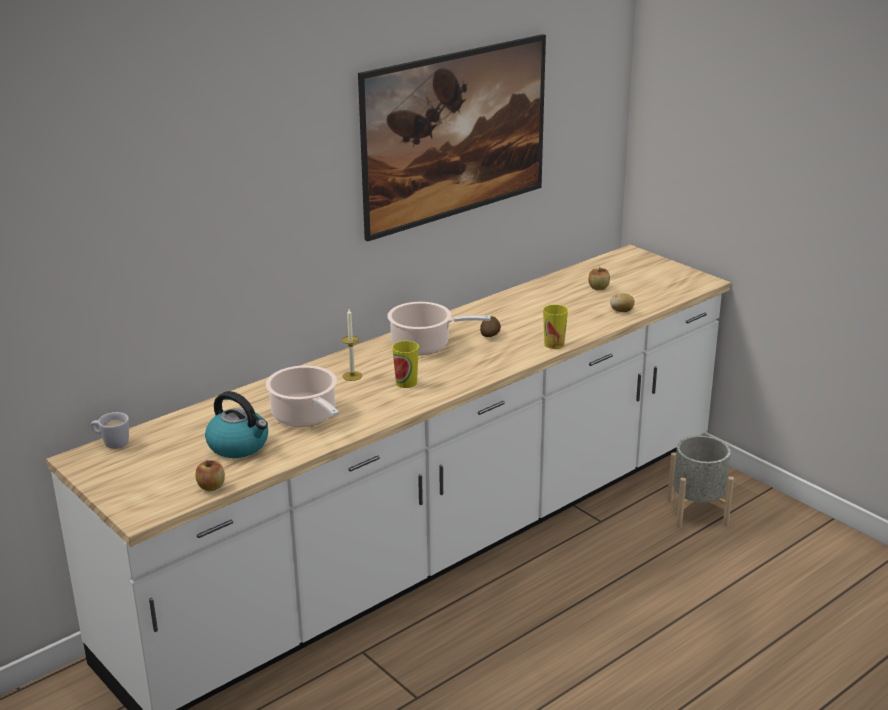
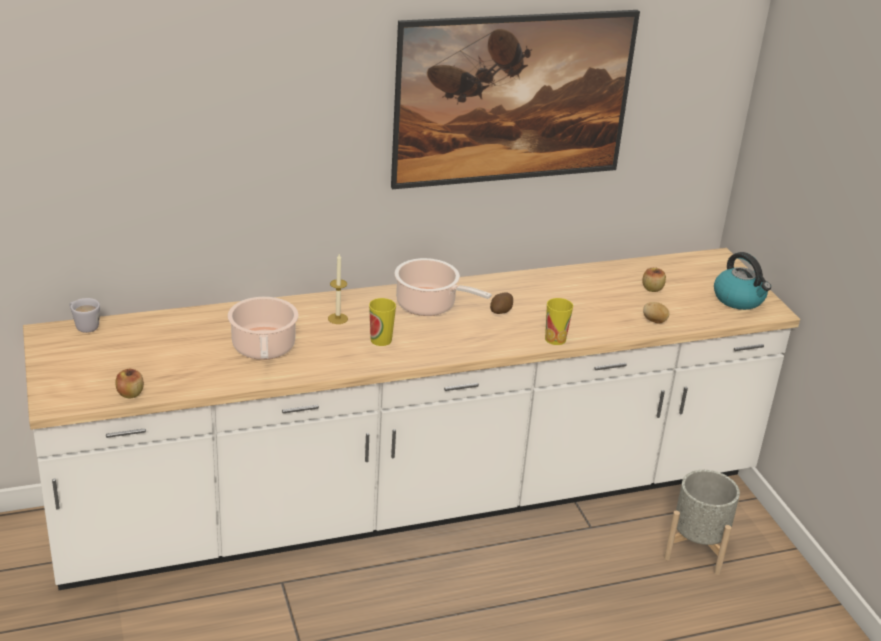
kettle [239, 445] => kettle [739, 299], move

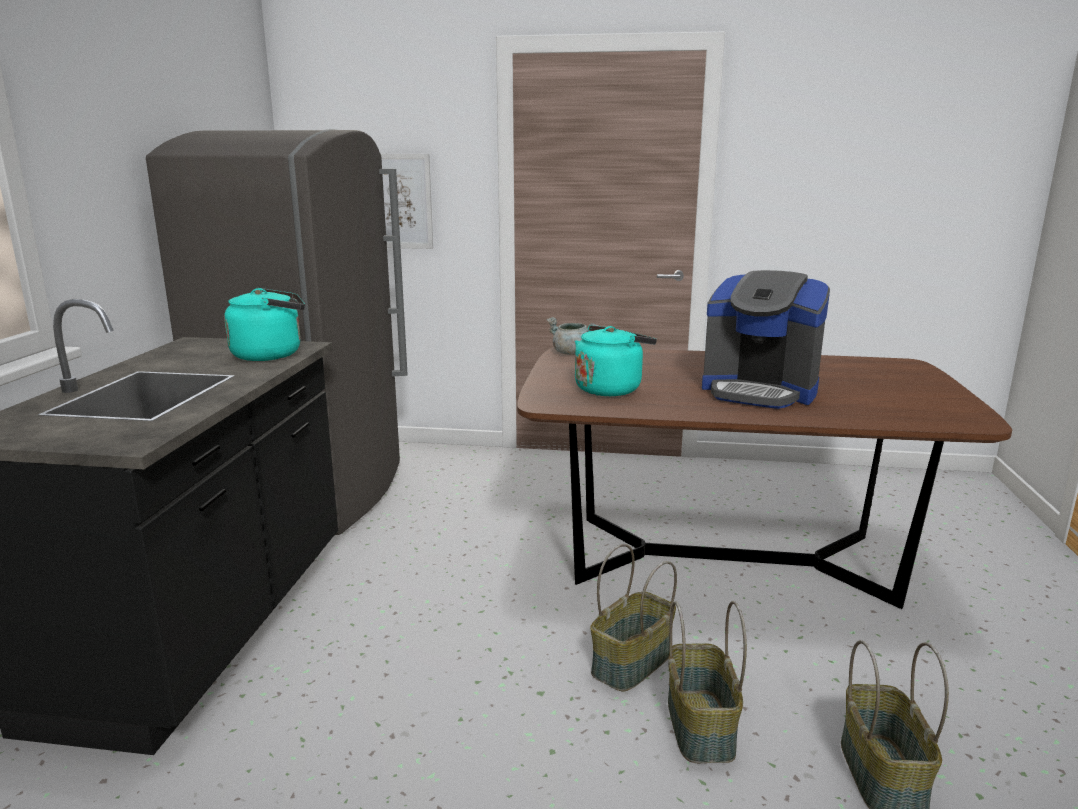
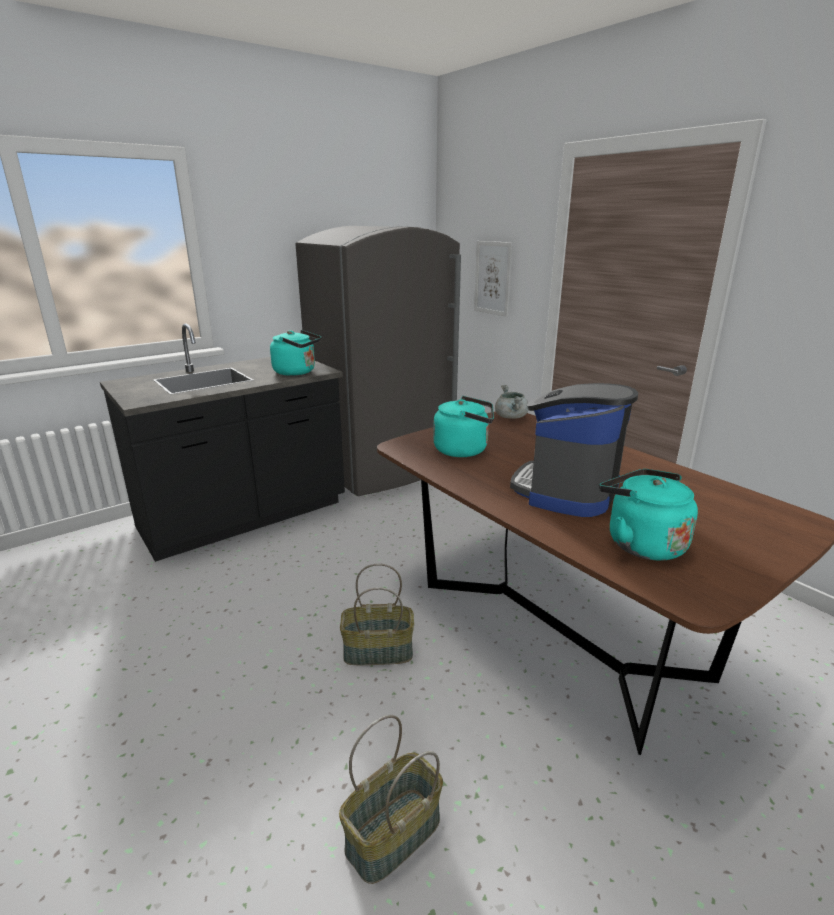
basket [702, 727] => nothing
nothing => kettle (turquoise) [640, 543]
coffee machine [760, 391] => coffee machine [566, 490], 45 degrees clockwise

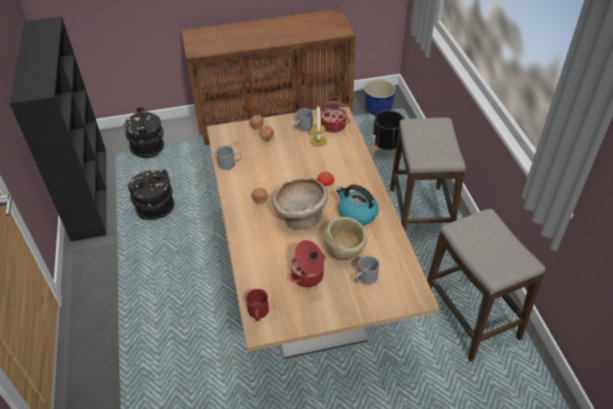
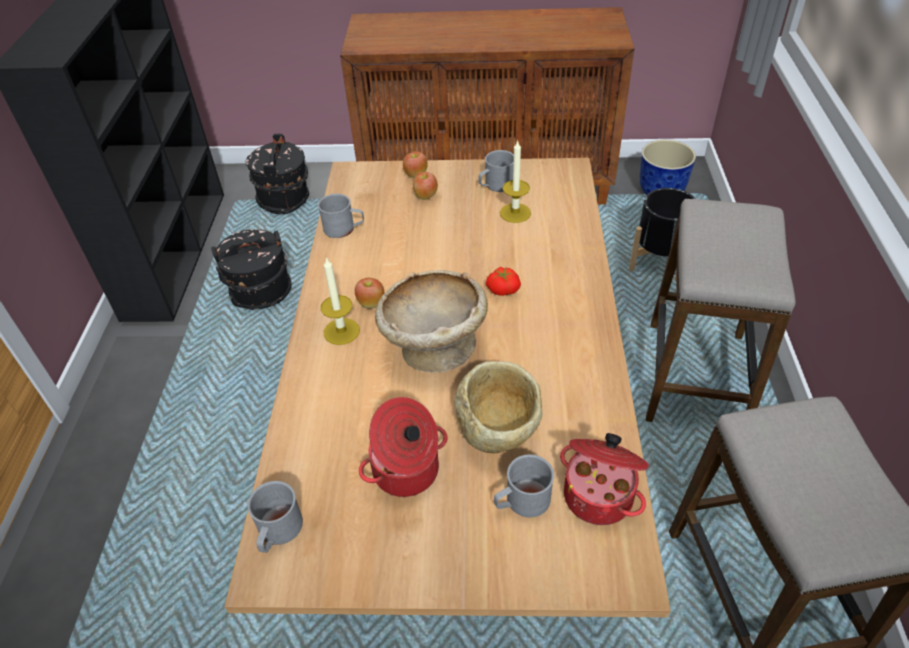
kettle [357, 214] => nothing
nothing => candle [341, 331]
cooking pot [334, 125] => cooking pot [599, 495], move
mug (red) [258, 313] => mug (grey) [278, 532]

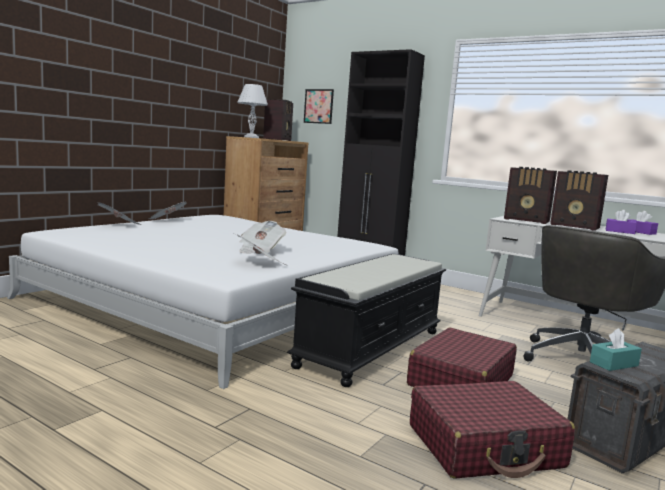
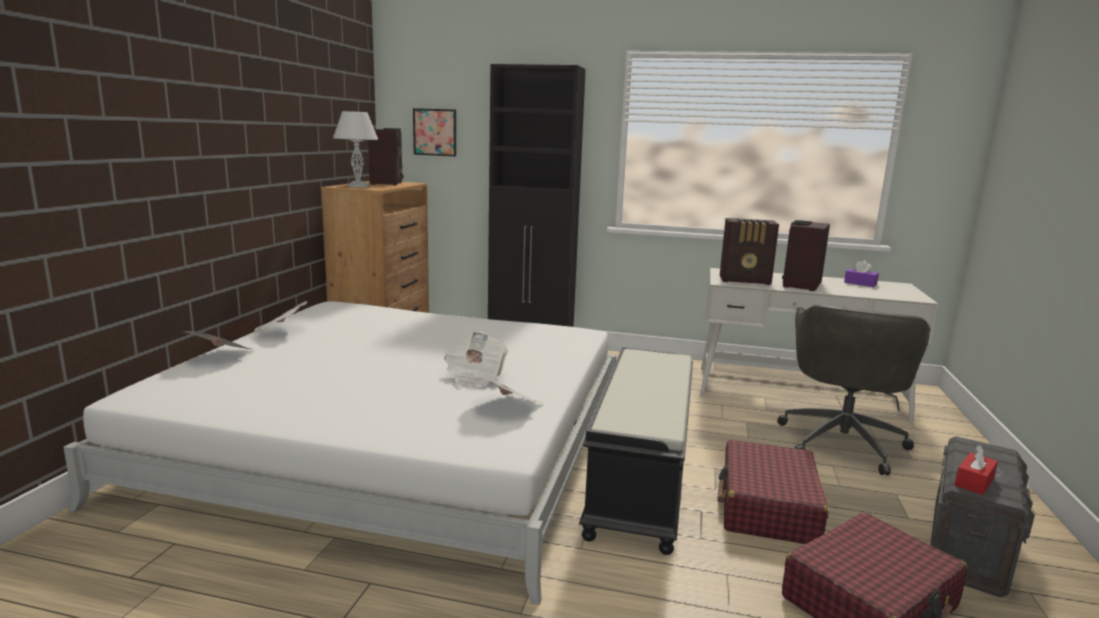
tissue box (purple) [620, 231] => nothing
tissue box (turquoise) [614, 364] => tissue box (red) [974, 482]
radio [575, 226] => radio [800, 285], 105 degrees clockwise

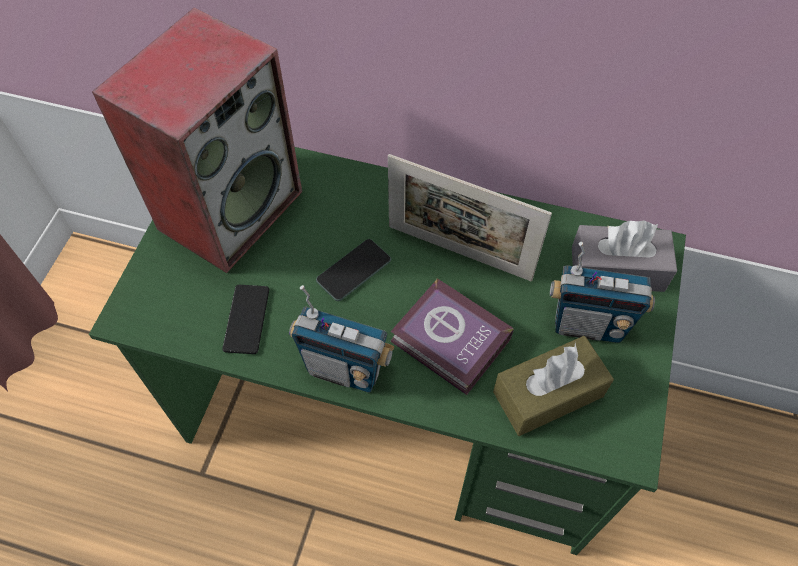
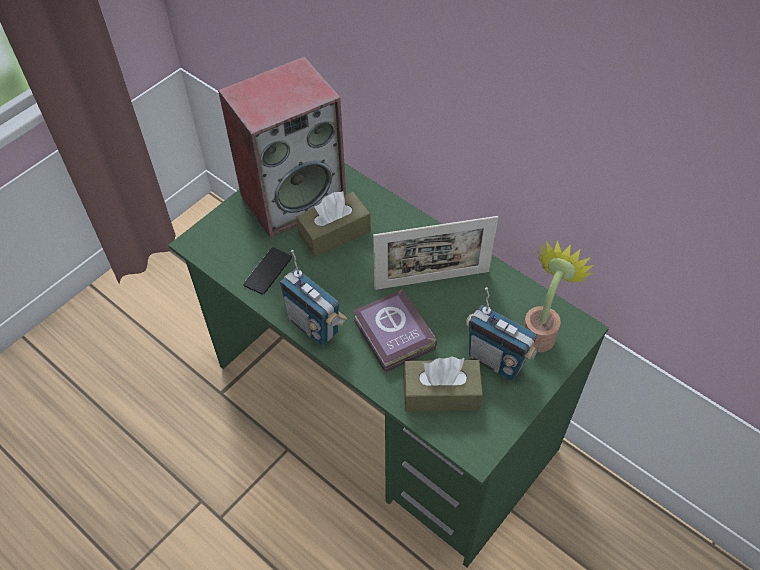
phone [354, 270] => nothing
nothing => tissue box (brown) [334, 233]
tissue box (grey) [617, 269] => potted plant [541, 332]
picture frame [459, 252] => picture frame [432, 280], 60 degrees counterclockwise

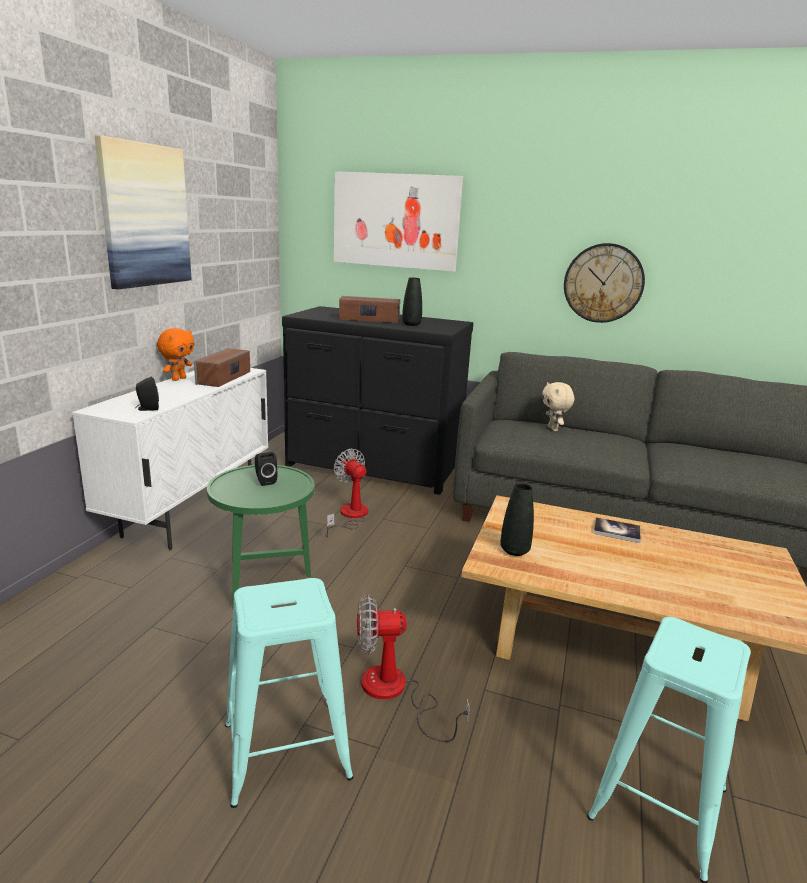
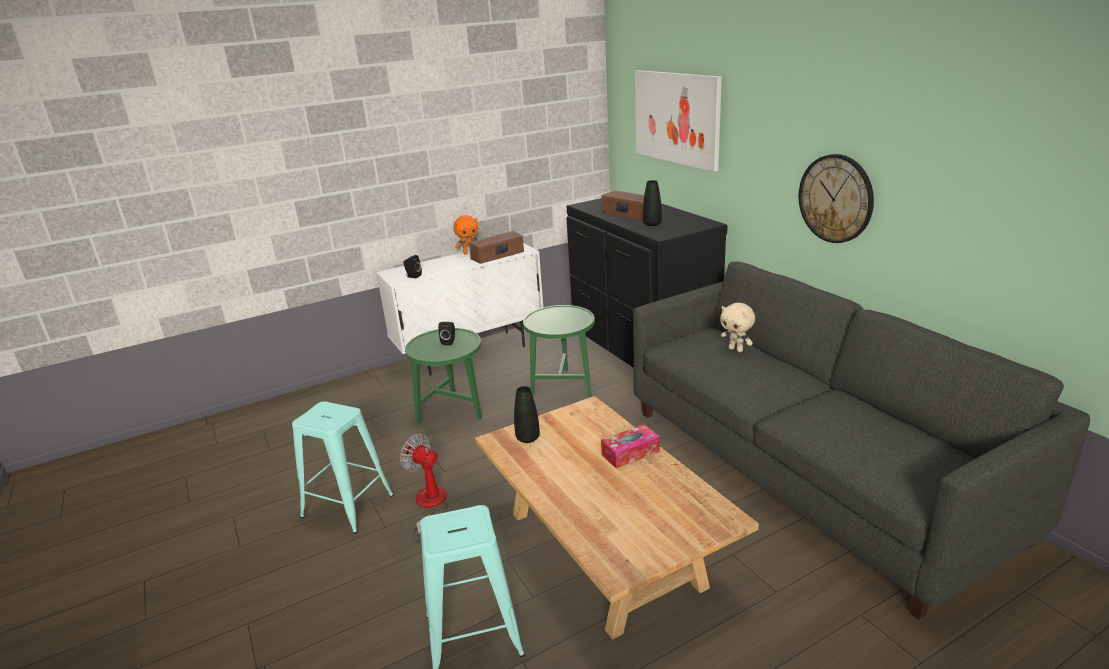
picture [145, 216] => nothing
fan [350, 516] => side table (green) [563, 385]
book [616, 531] => tissue box [630, 453]
plush toy (beige) [553, 429] => plush toy (beige) [736, 349], 75 degrees counterclockwise

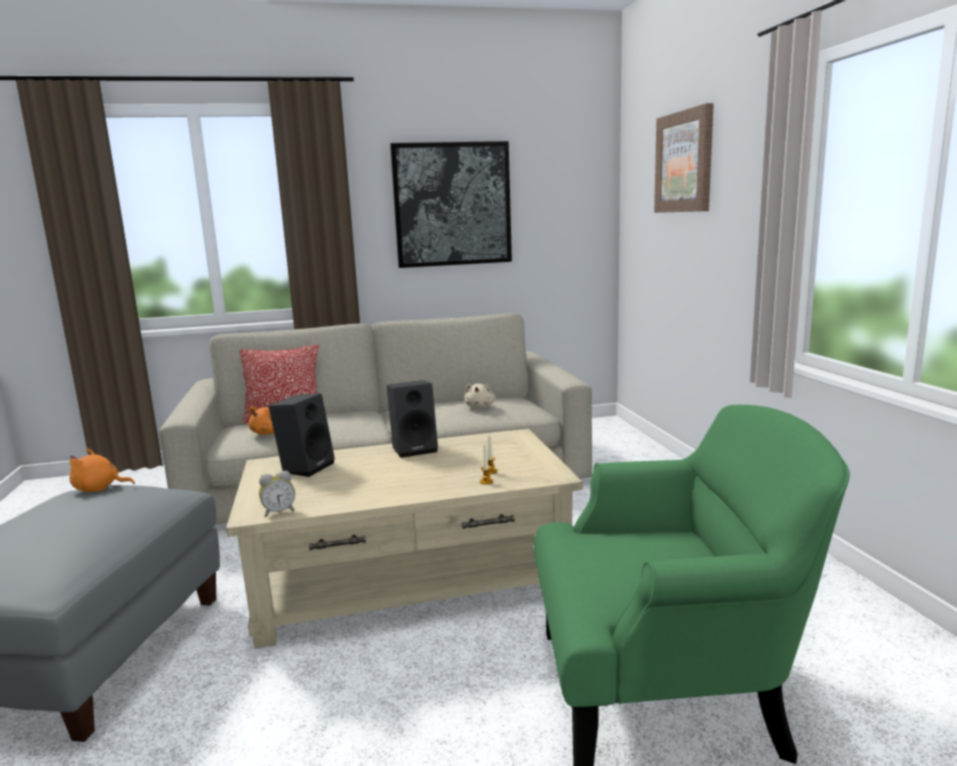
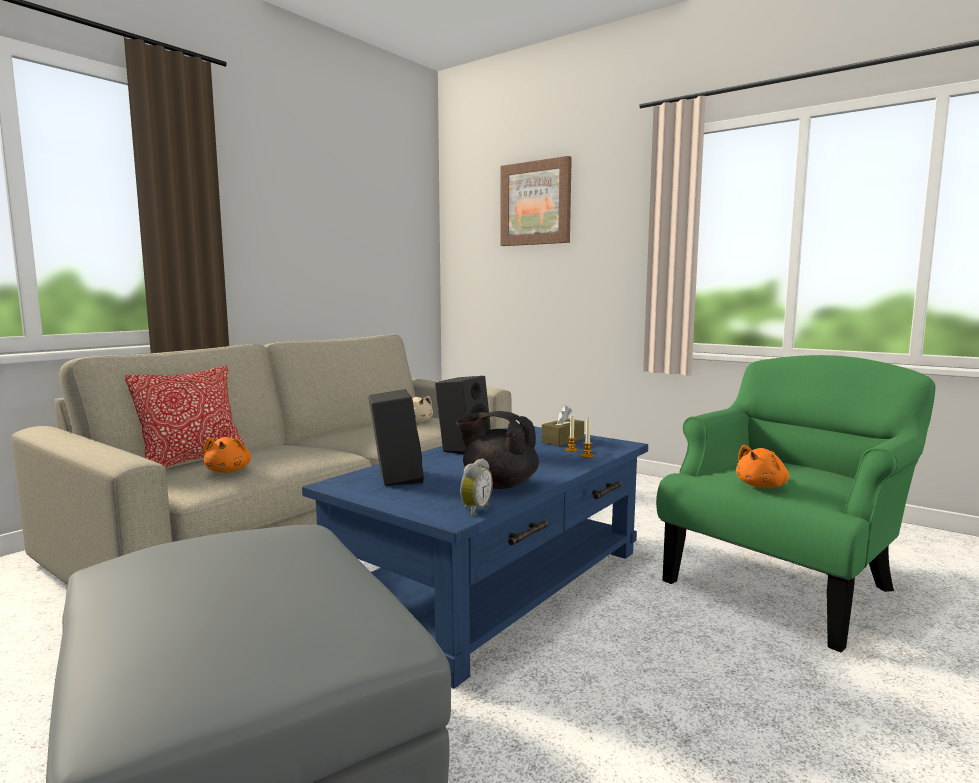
picture [452, 204] => nothing
nothing => teapot (black) [499, 484]
nothing => tissue box (brown) [562, 440]
plush toy (orange) [99, 489] => plush toy (orange) [762, 486], move
coffee table (beige) [412, 579] => coffee table (blue) [496, 583]

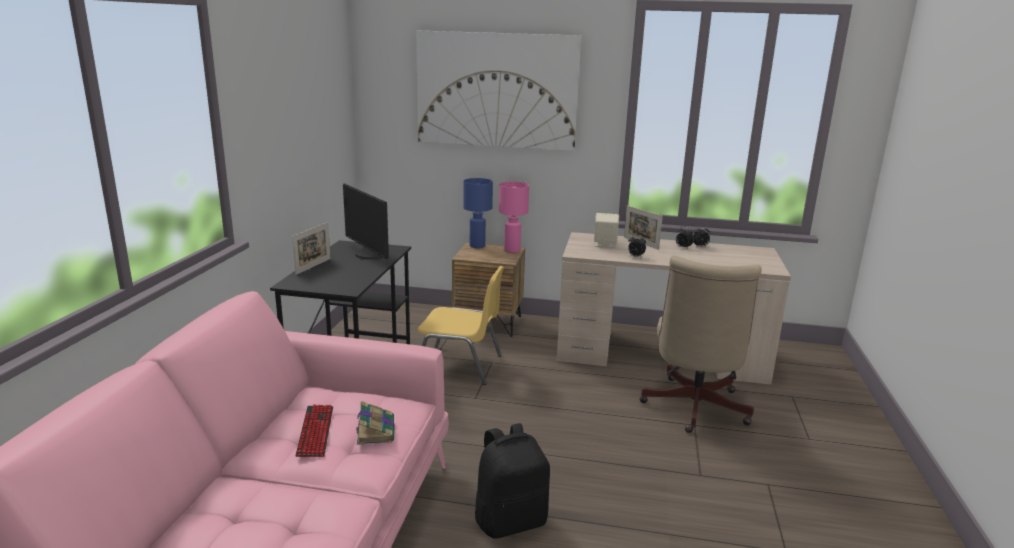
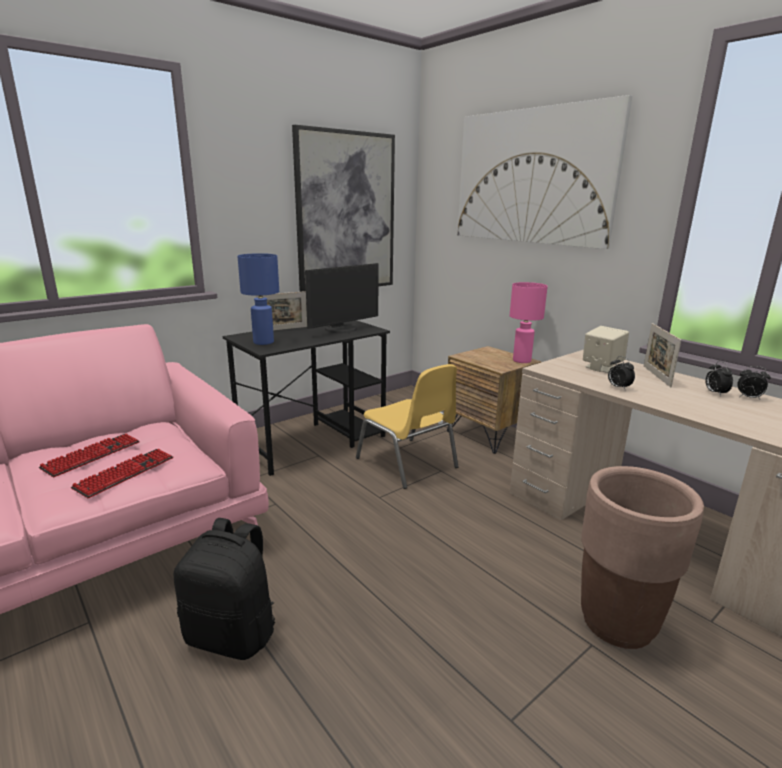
nothing => picture [346, 213]
table lamp (blue) [477, 246] => table lamp (blue) [263, 342], move
book [375, 430] => keyboard [125, 473]
office chair (beige) [693, 409] => planter (brown) [617, 623]
monitor [369, 254] => monitor [342, 329], 135 degrees counterclockwise

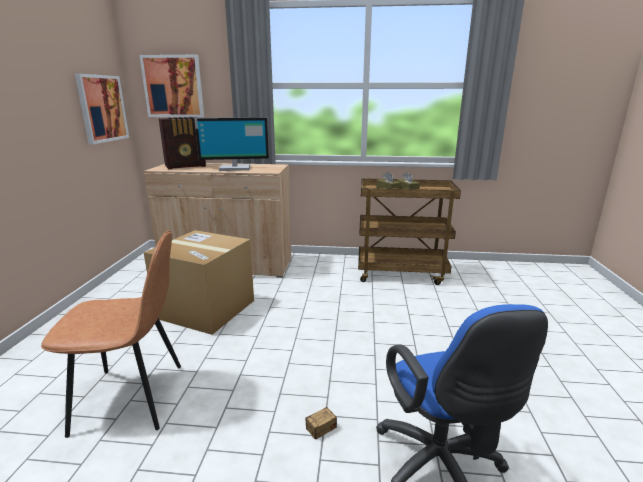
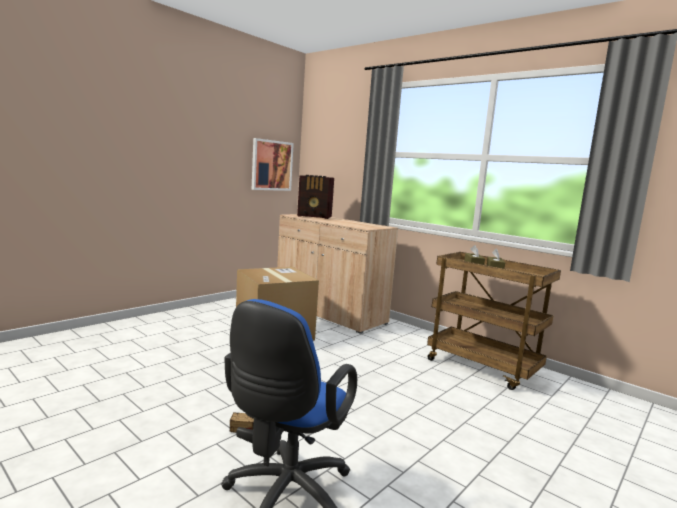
chair (brown) [133, 398] => nothing
picture [173, 86] => nothing
monitor [235, 168] => nothing

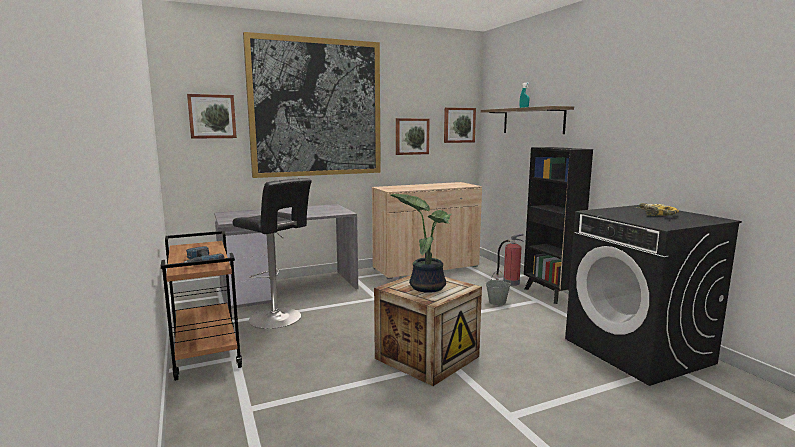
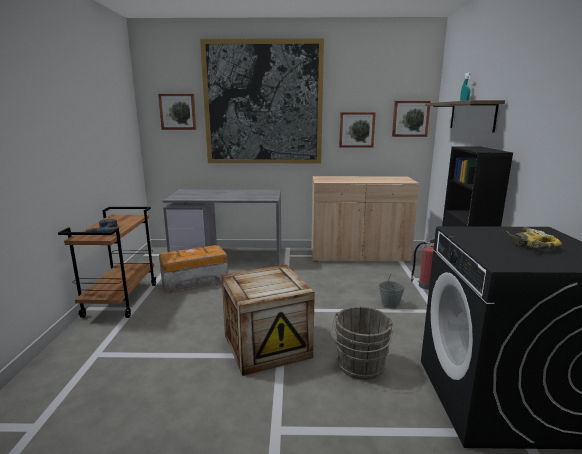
potted plant [426, 286] => nothing
nothing => bucket (grey) [360, 366]
stool (black) [277, 319] => storage box [194, 282]

